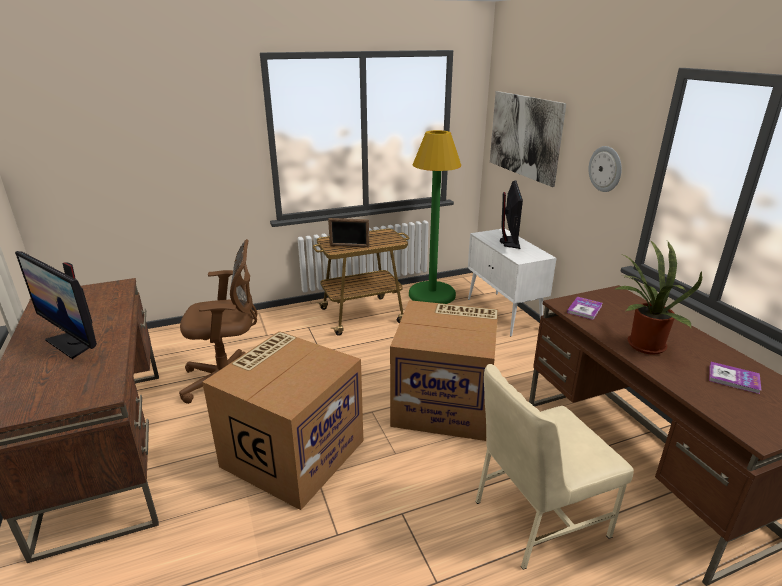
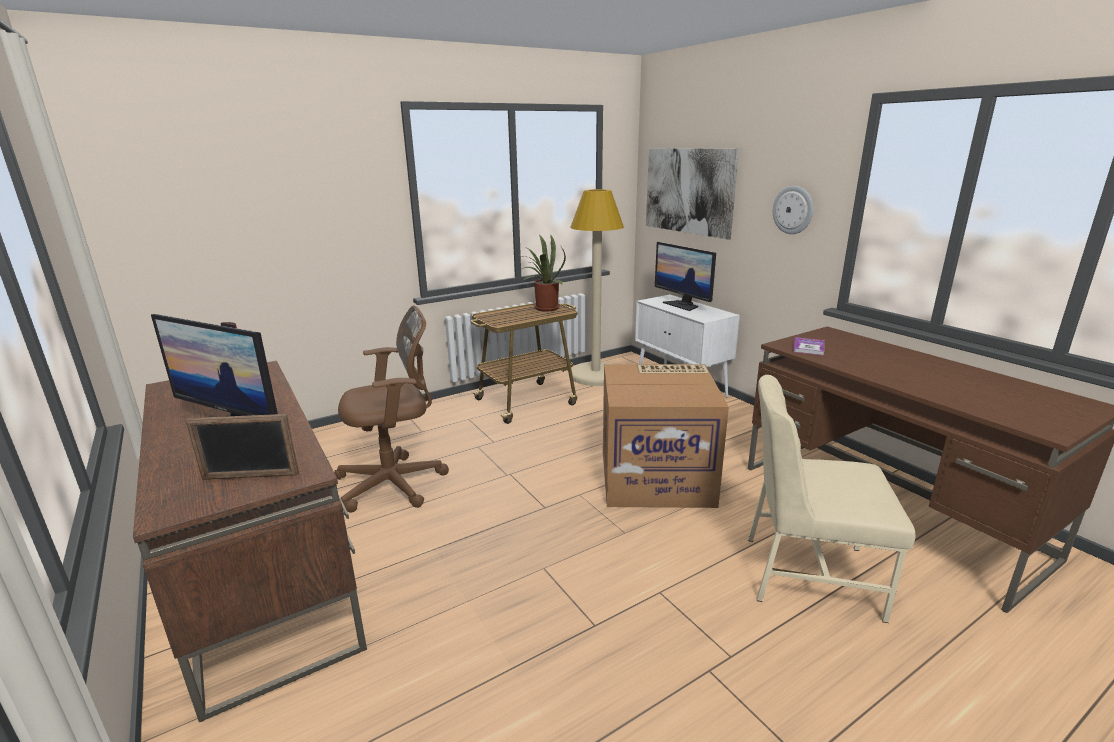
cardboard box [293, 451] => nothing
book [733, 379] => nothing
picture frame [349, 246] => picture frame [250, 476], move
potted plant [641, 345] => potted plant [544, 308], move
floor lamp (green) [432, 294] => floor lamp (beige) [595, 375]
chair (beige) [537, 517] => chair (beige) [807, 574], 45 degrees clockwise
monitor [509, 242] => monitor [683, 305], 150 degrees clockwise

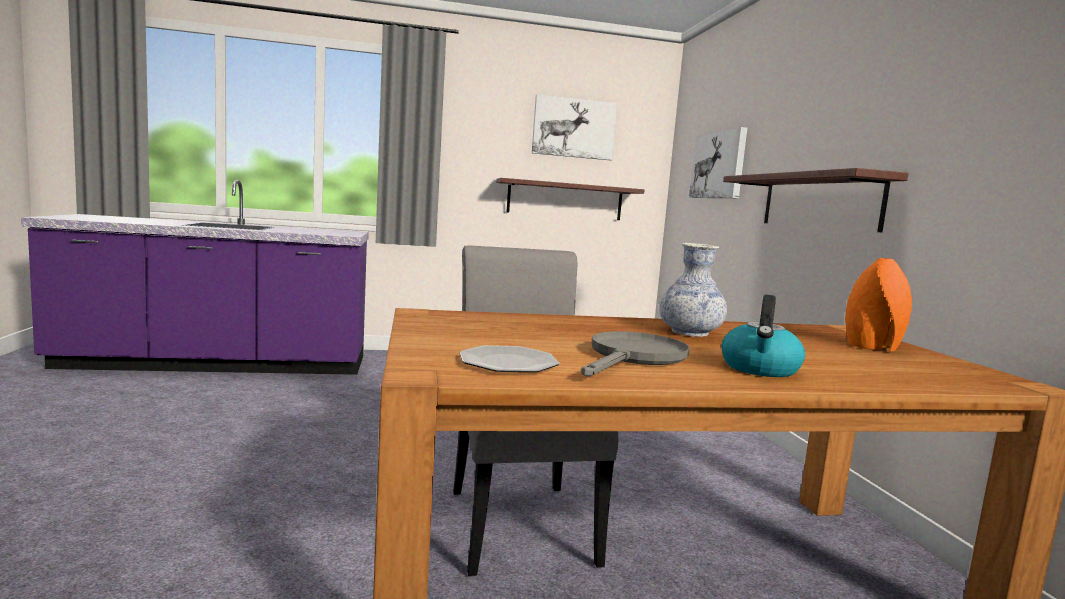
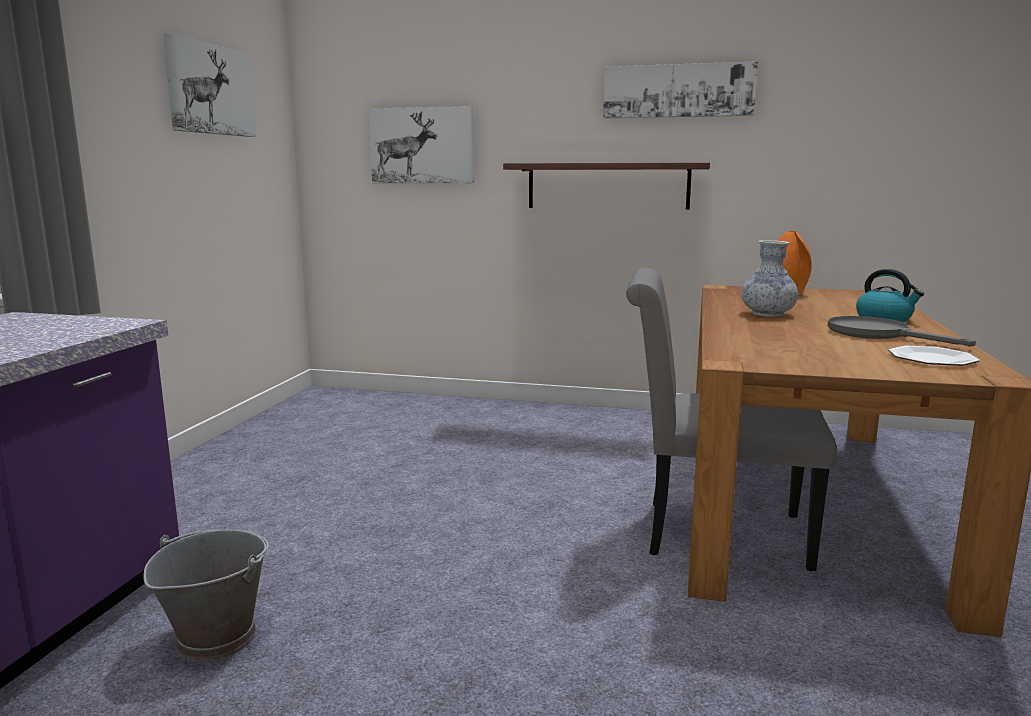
shelf [565, 200] => nothing
nothing => bucket (grey) [216, 637]
nothing => picture [678, 91]

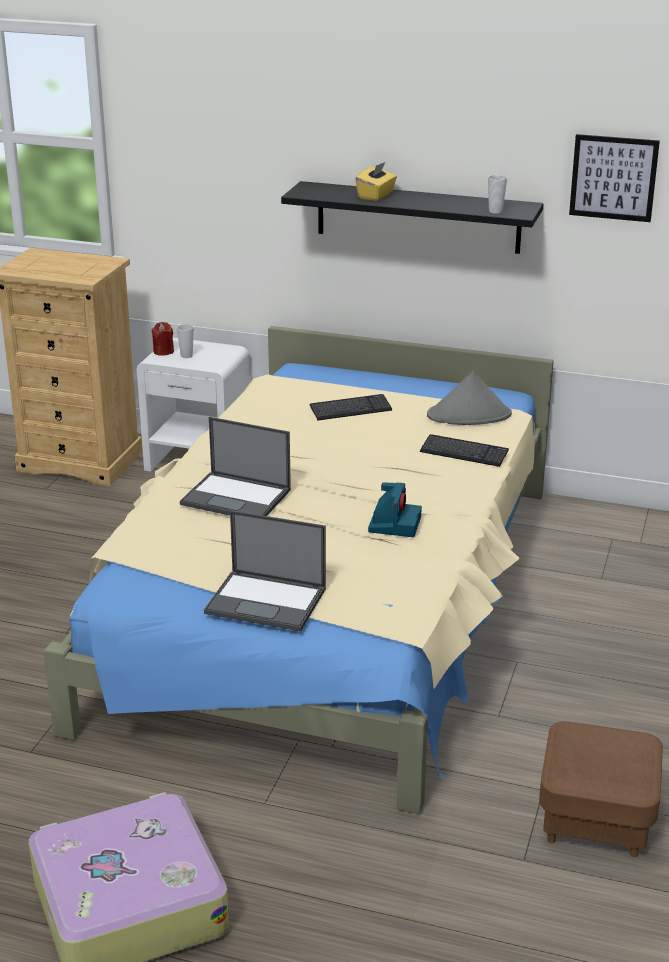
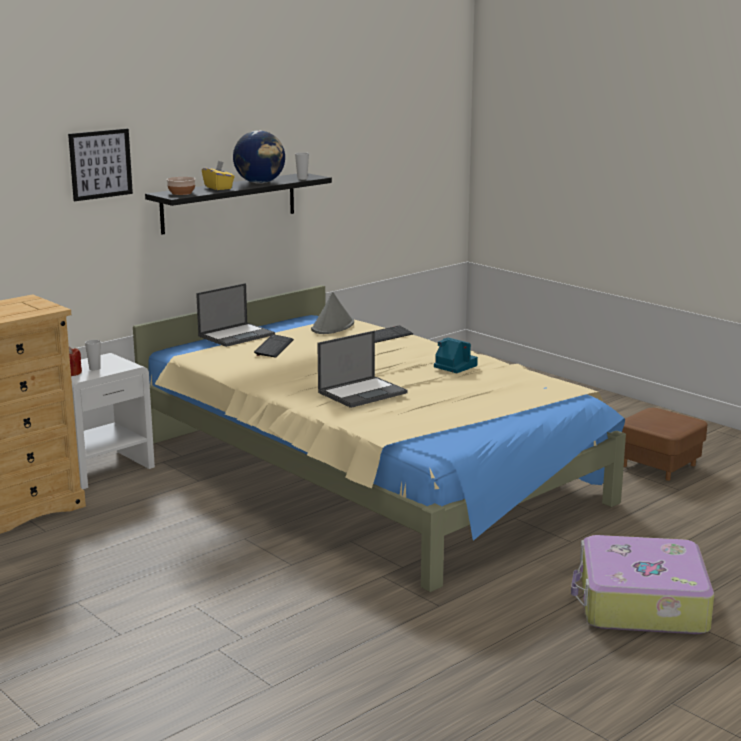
nothing => bowl [181, 193]
nothing => globe [260, 183]
laptop [267, 601] => laptop [237, 335], move
picture [613, 178] => picture [100, 164], move

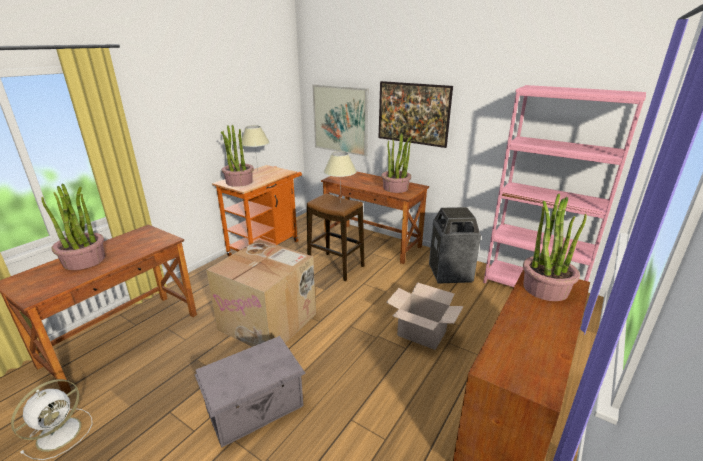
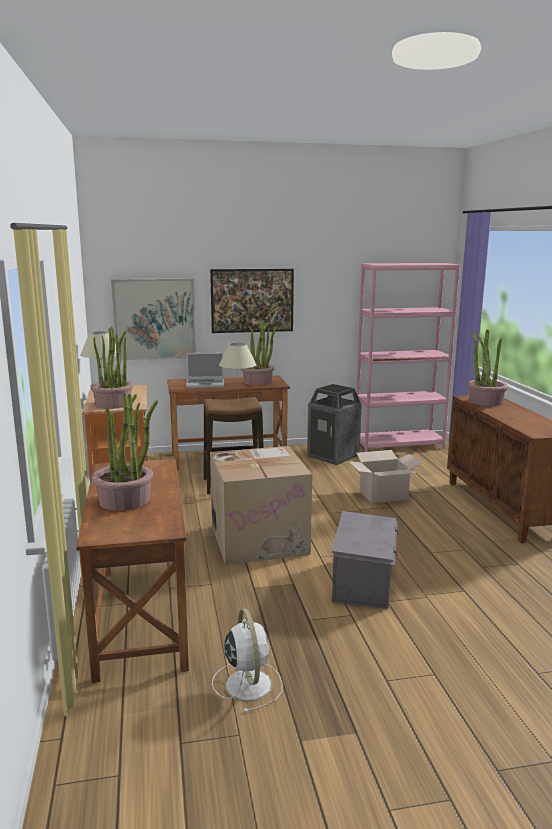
nothing => laptop [206, 384]

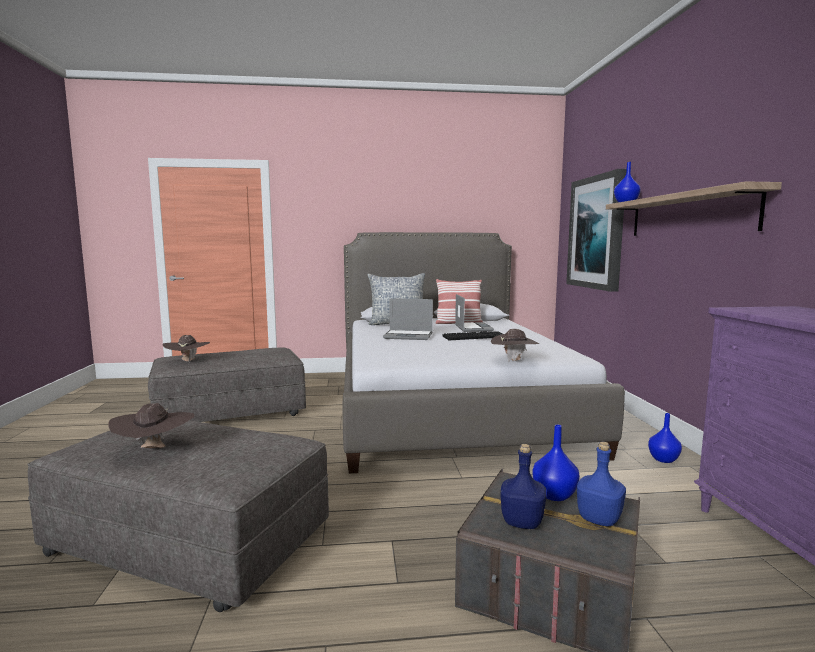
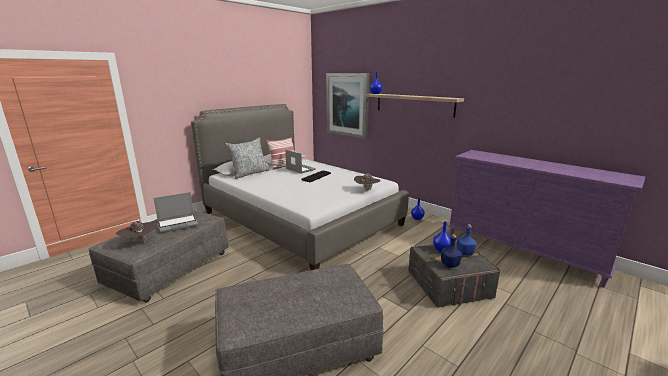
hat (brown) [154, 450] => nothing
laptop [409, 336] => laptop [178, 224], move

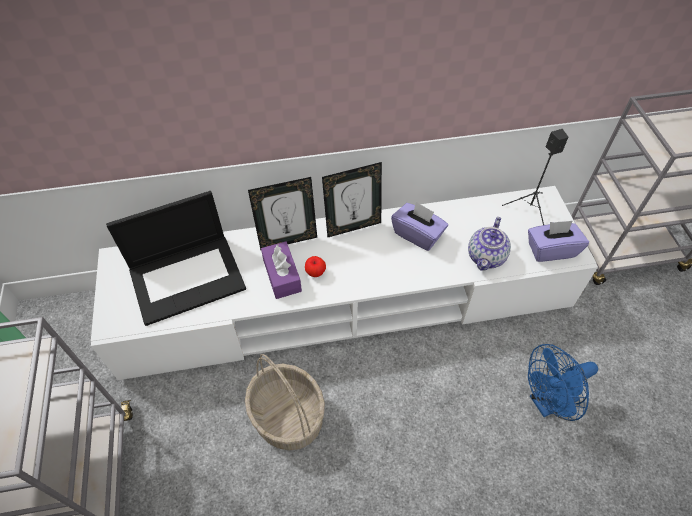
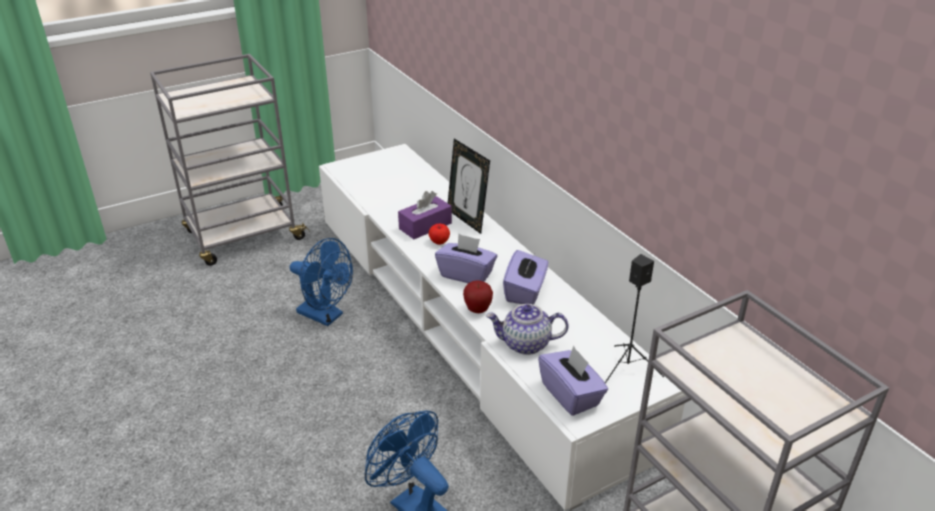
laptop [188, 277] => nothing
picture frame [353, 226] => nothing
nothing => tissue box (purple) [466, 274]
nothing => apple [477, 310]
basket [287, 416] => fan (blue) [326, 316]

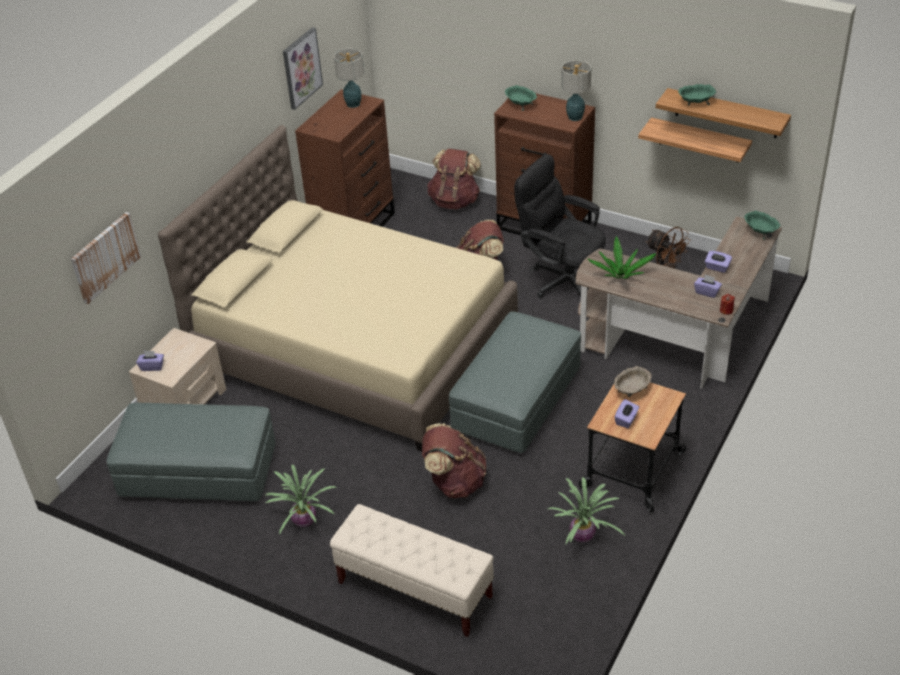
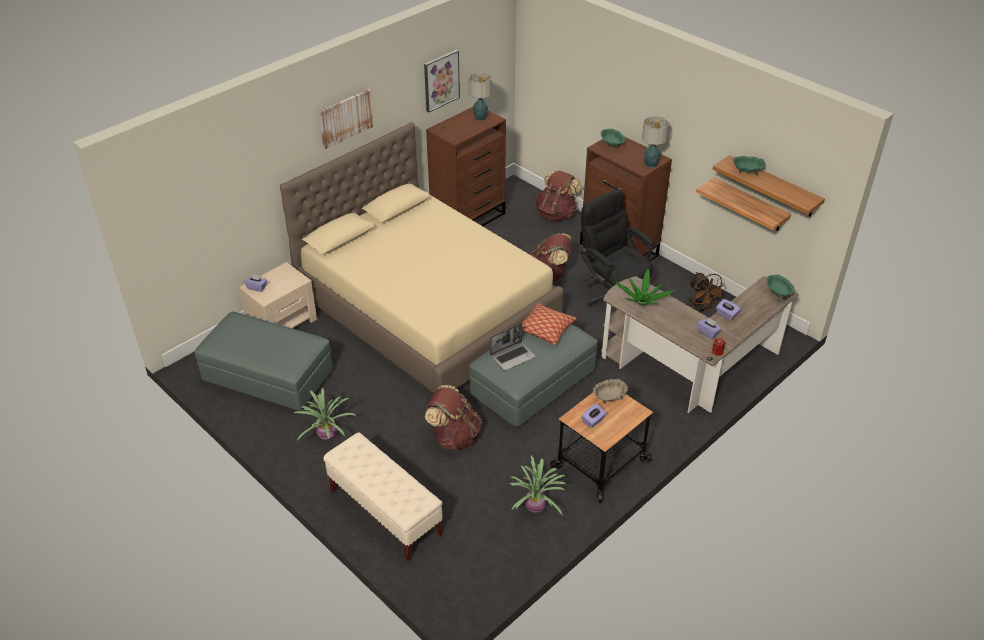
nothing => laptop [513, 356]
nothing => pillow [545, 329]
picture [105, 257] => picture [345, 118], move

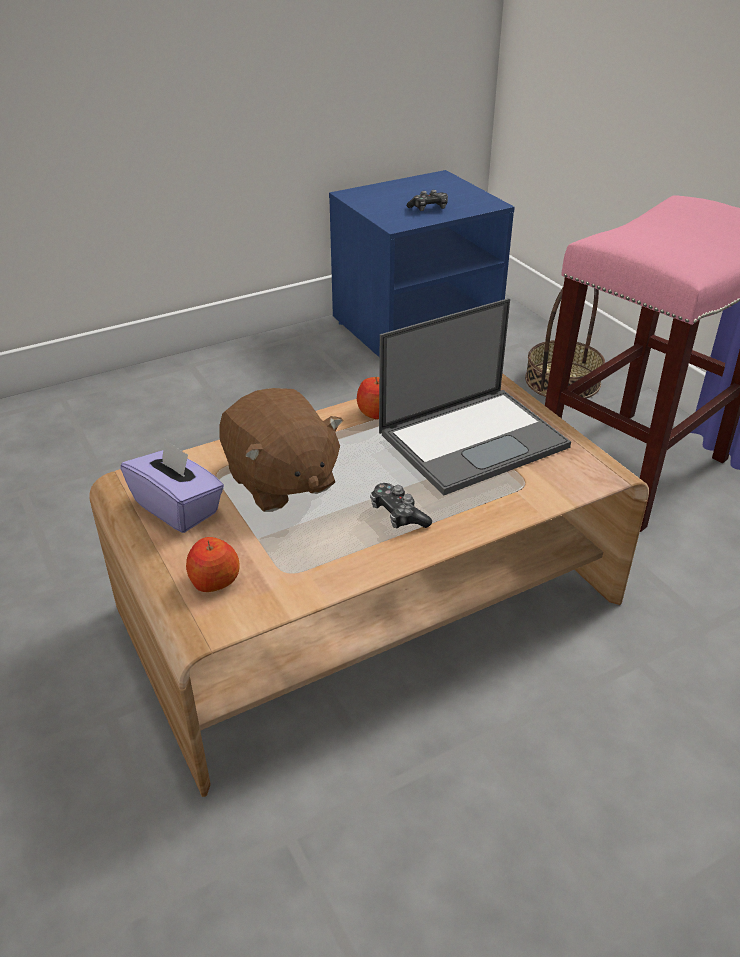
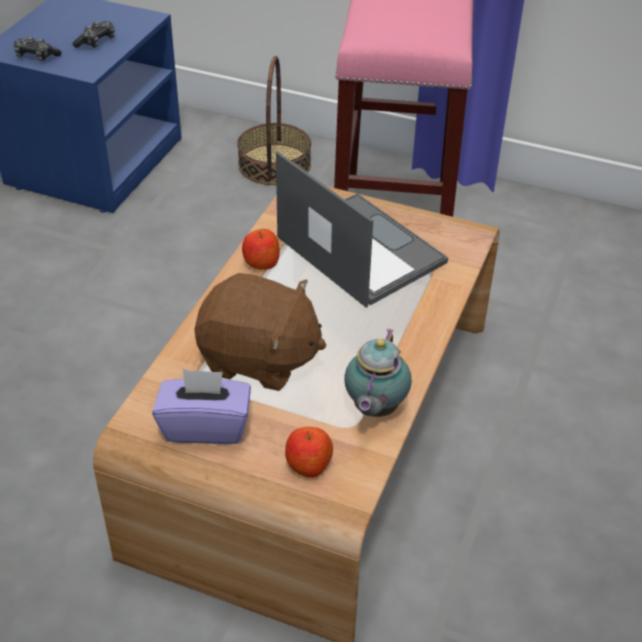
nothing => teapot [374, 409]
game controller [398, 514] => game controller [36, 56], move
laptop [474, 438] => laptop [358, 249], 60 degrees counterclockwise

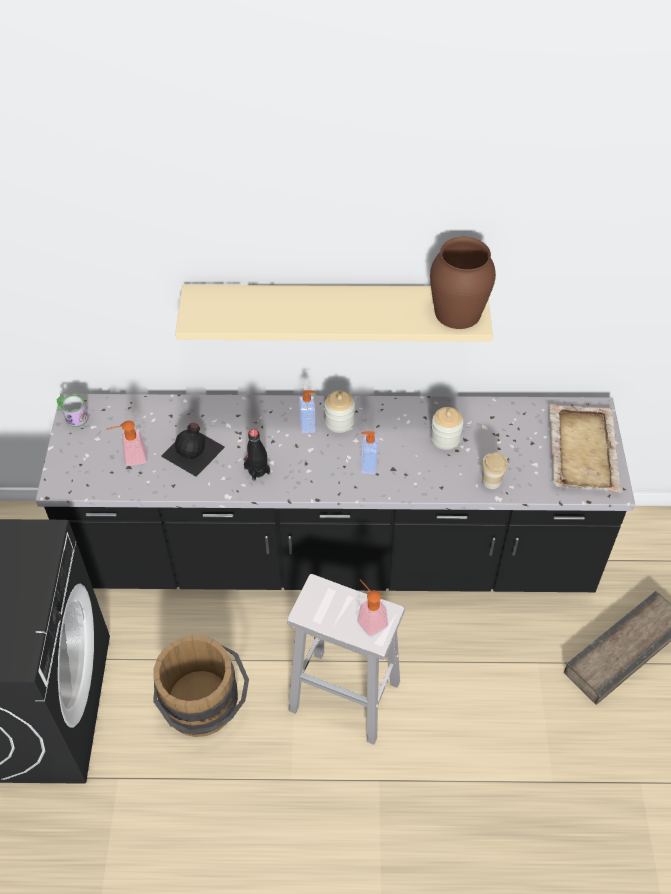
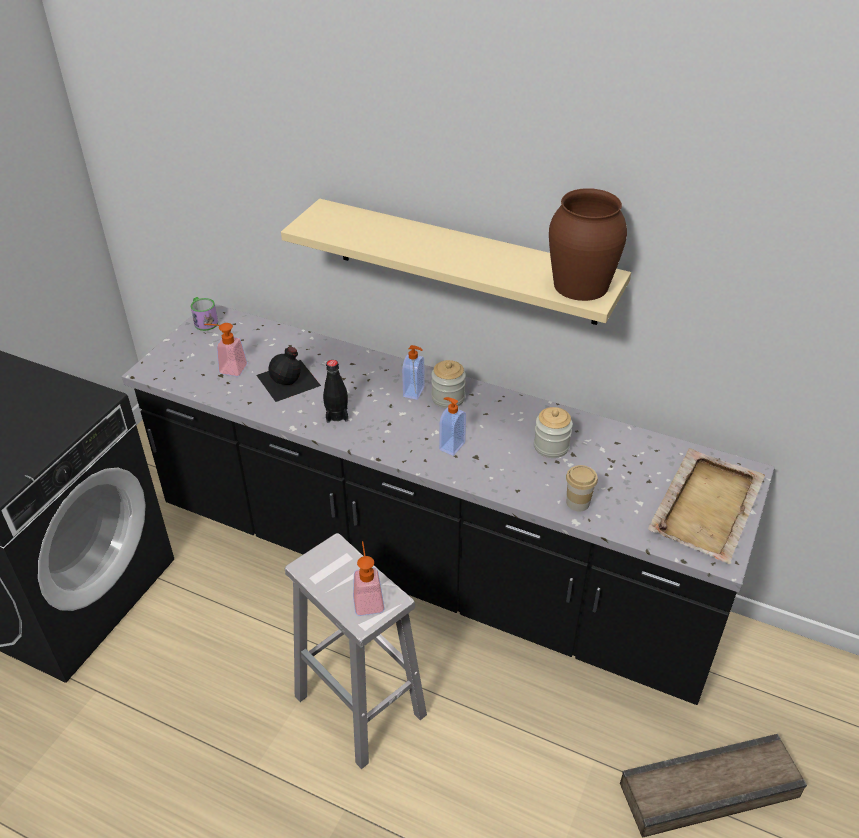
bucket (brown) [204, 709] => nothing

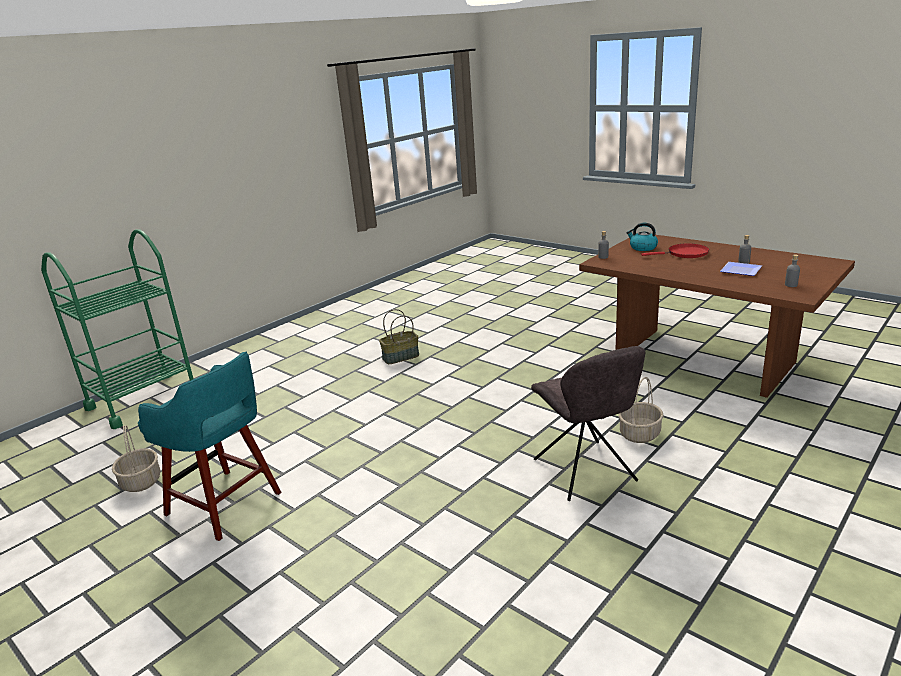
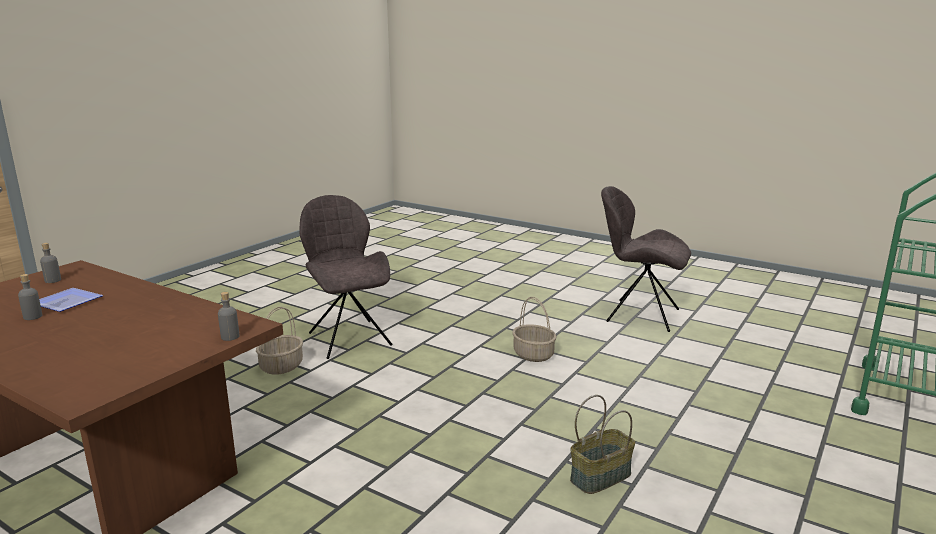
kettle [642, 248] => nothing
frying pan (red) [685, 254] => nothing
basket [140, 481] => basket [534, 355], move
stool (turquoise) [225, 505] => chair (grey) [639, 315]

